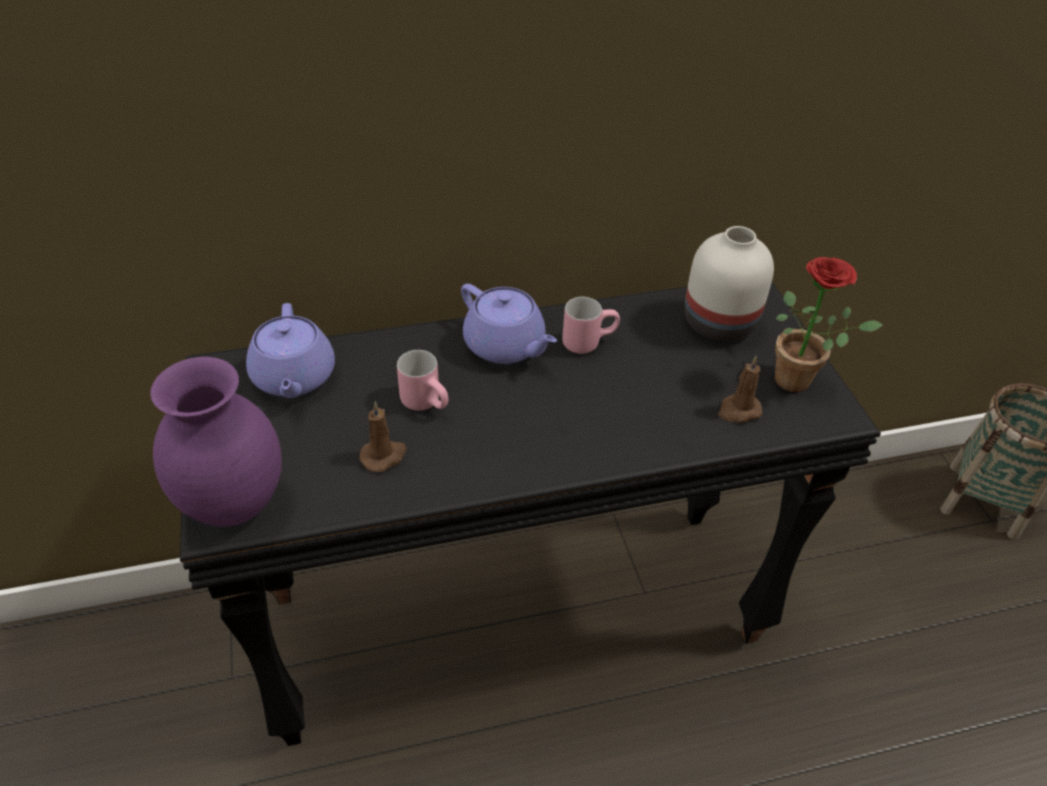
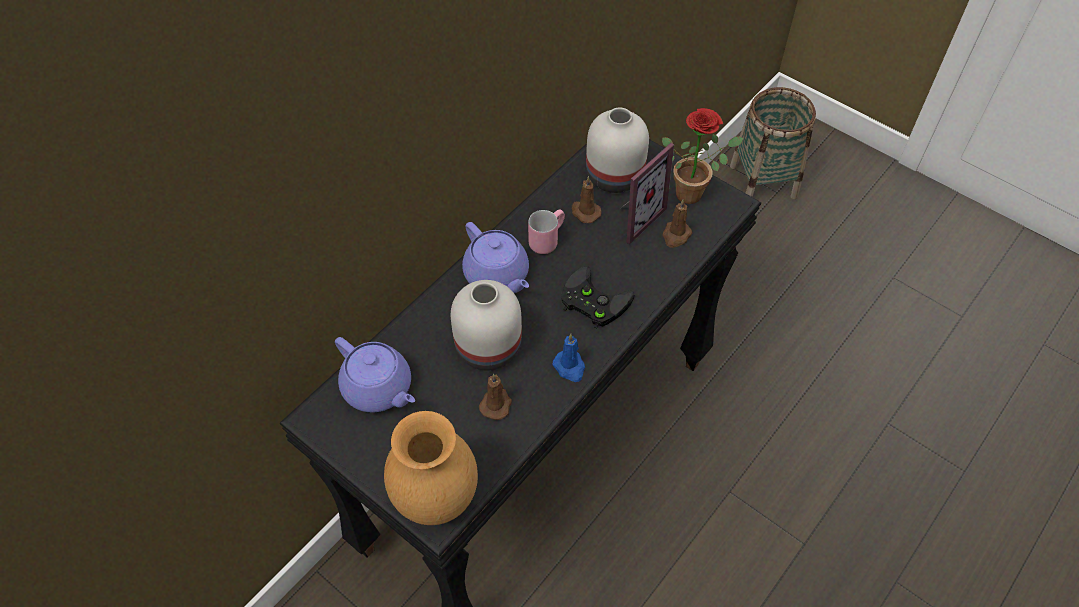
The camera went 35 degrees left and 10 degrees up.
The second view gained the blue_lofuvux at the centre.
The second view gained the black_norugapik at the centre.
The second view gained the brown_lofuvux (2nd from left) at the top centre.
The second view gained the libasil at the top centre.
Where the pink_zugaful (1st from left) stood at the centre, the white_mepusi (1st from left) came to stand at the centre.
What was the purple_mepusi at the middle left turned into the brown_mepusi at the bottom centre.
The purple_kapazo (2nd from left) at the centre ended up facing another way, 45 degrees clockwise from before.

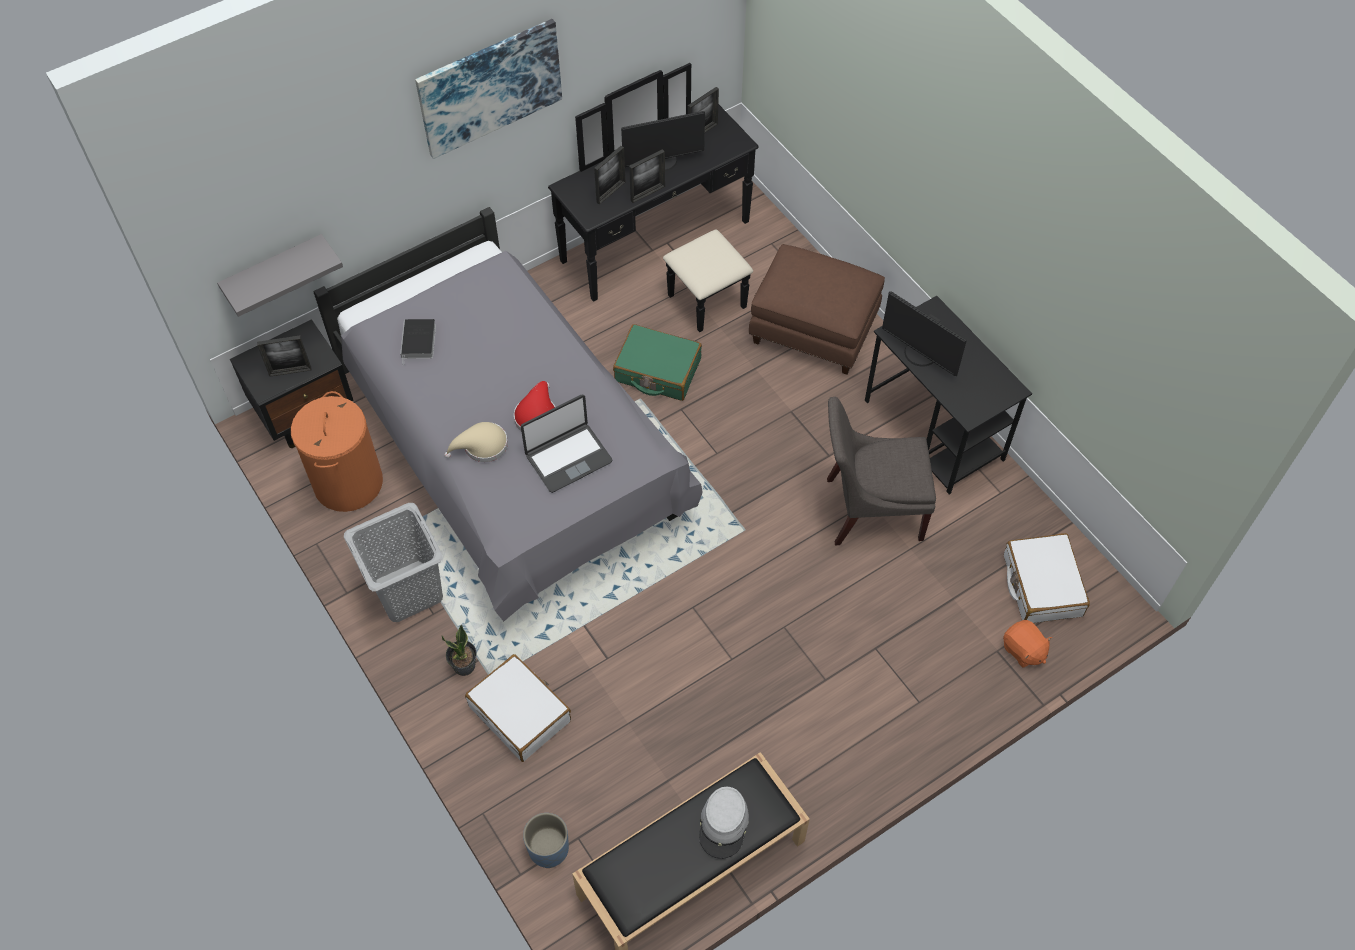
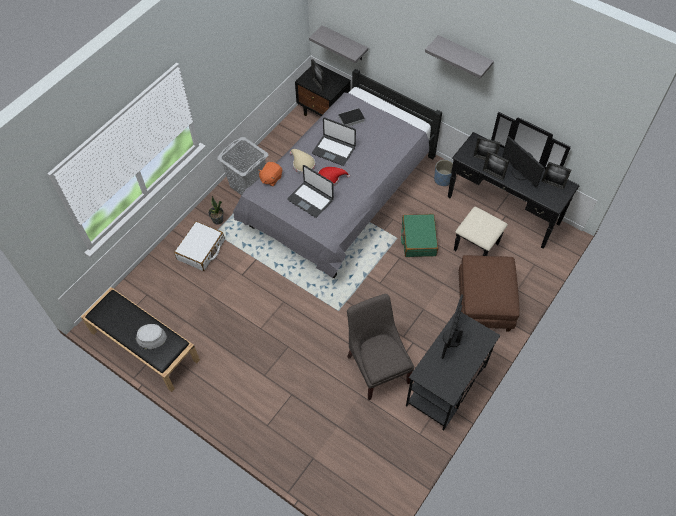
The camera went 70 degrees right and 0 degrees up.
The second view lost the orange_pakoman at the middle left.
The second view lost the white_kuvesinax (2nd from left) at the middle right.
The second view gained the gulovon (2nd from left) at the top centre.
The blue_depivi ended up elsewhere, having gone from the bottom centre to the centre.
The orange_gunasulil ended up elsewhere, having gone from the bottom right to the centre.
Where the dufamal hung at the top centre, the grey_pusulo (2nd from left) came to hang at the top right.

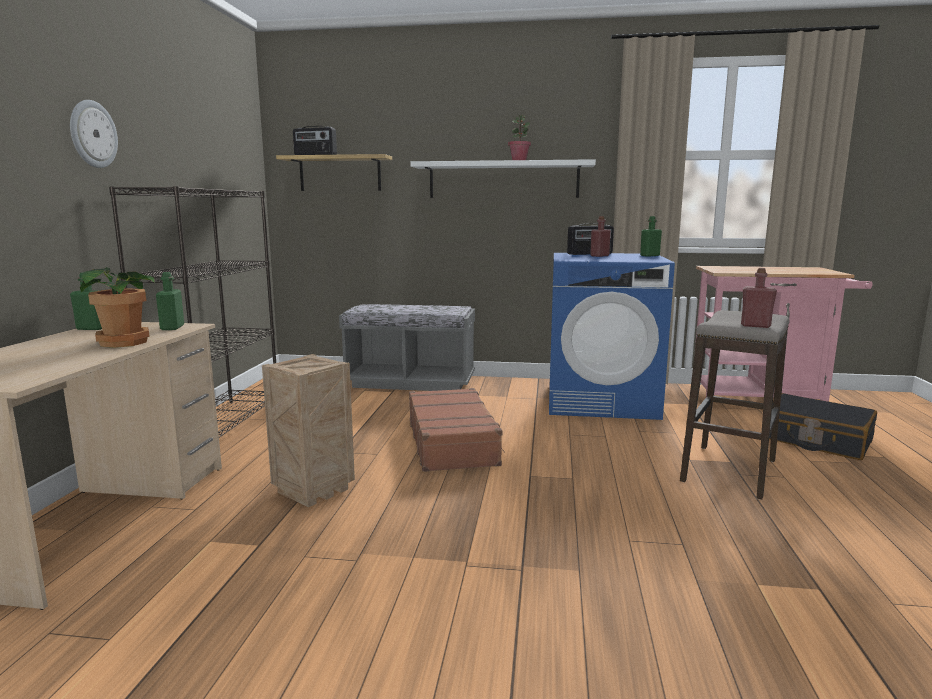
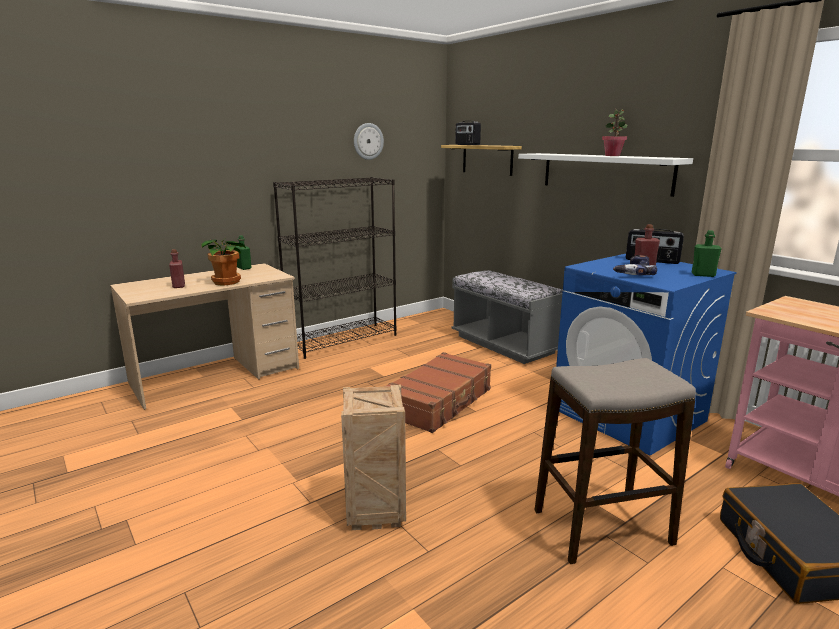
The camera went 45 degrees right and 5 degrees up.
The second view lost the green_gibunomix (2nd from left) at the middle left.
The second view gained the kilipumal at the middle right.
The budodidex ended up elsewhere, having gone from the top left to the top centre.
The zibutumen ended up elsewhere, having gone from the middle left to the bottom centre.
The red_gibunomix (2nd from left in the first image) ended up elsewhere, having gone from the middle right to the middle left.

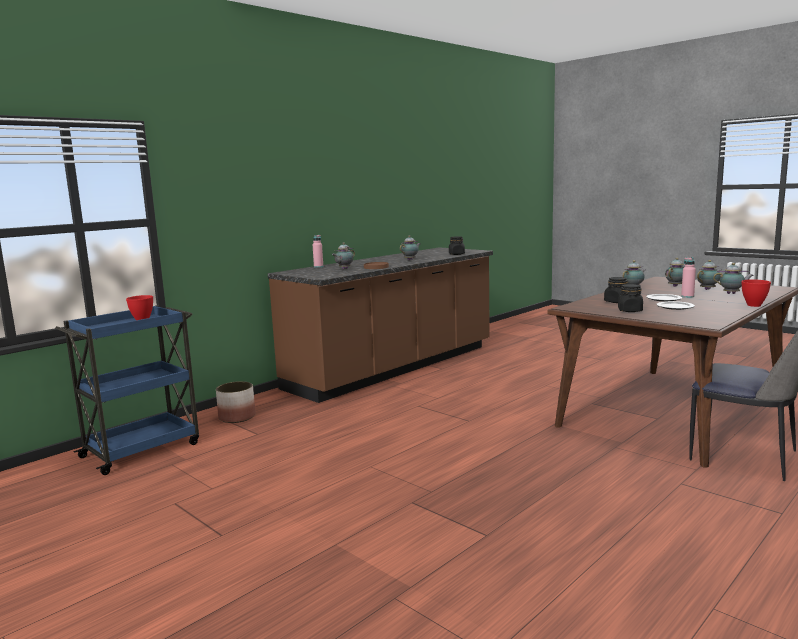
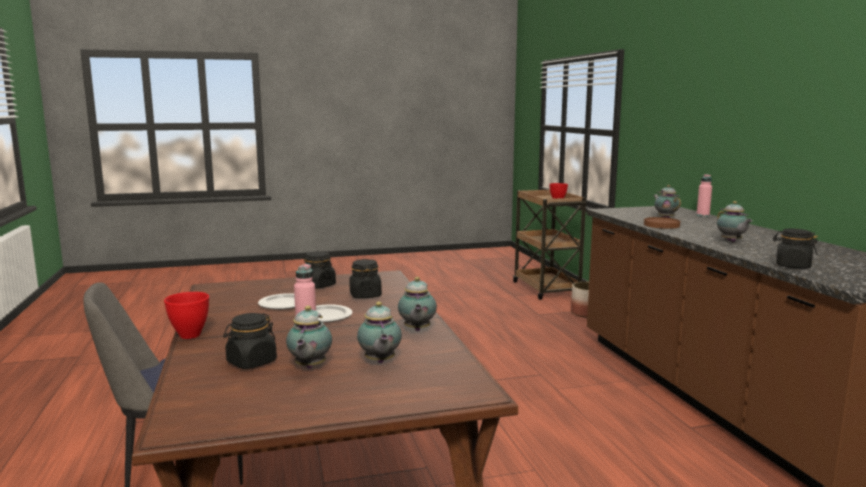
The camera went 120 degrees right and 0 degrees up.
Where the kapazo (6th from left) stood at the middle right, the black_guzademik (1st from left) came to stand at the bottom left.
What was the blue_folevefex at the middle left turned into the brown_folevefex at the centre.

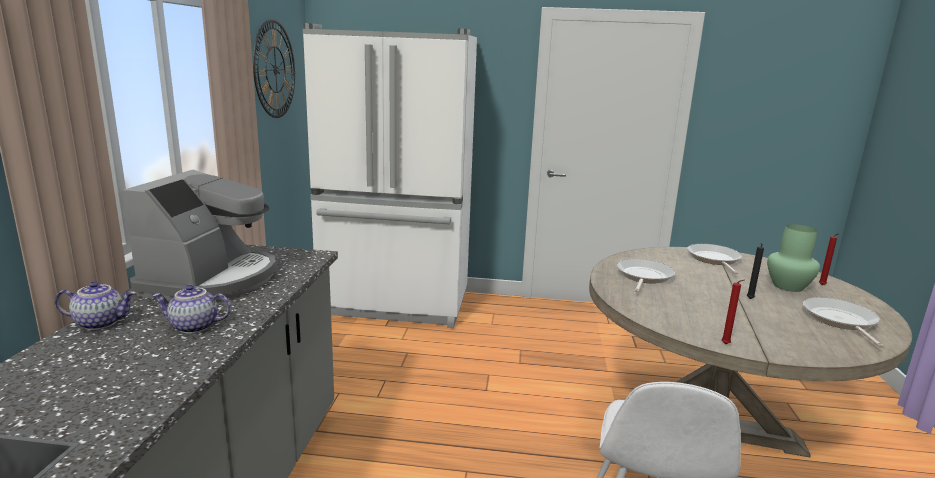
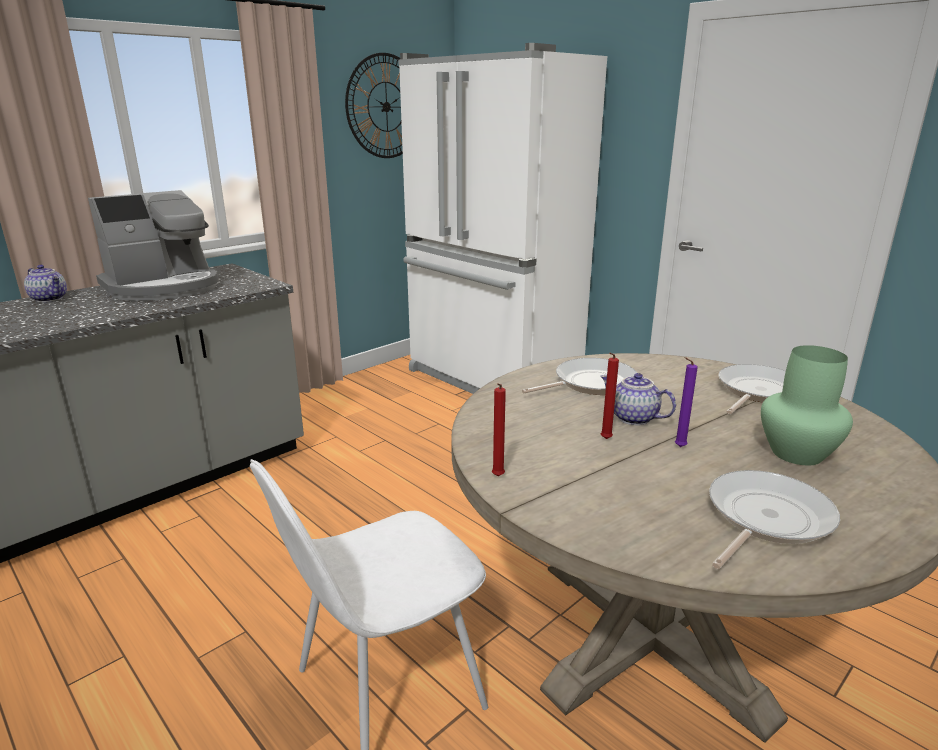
The camera went 40 degrees right and 5 degrees up.
The kapazo (2nd from left) ended up elsewhere, having gone from the middle left to the middle right.
The red_lofuvux (2nd from left) ended up elsewhere, having gone from the middle right to the centre.
What was the black_lofuvux at the middle right turned into the purple_lofuvux at the middle right.

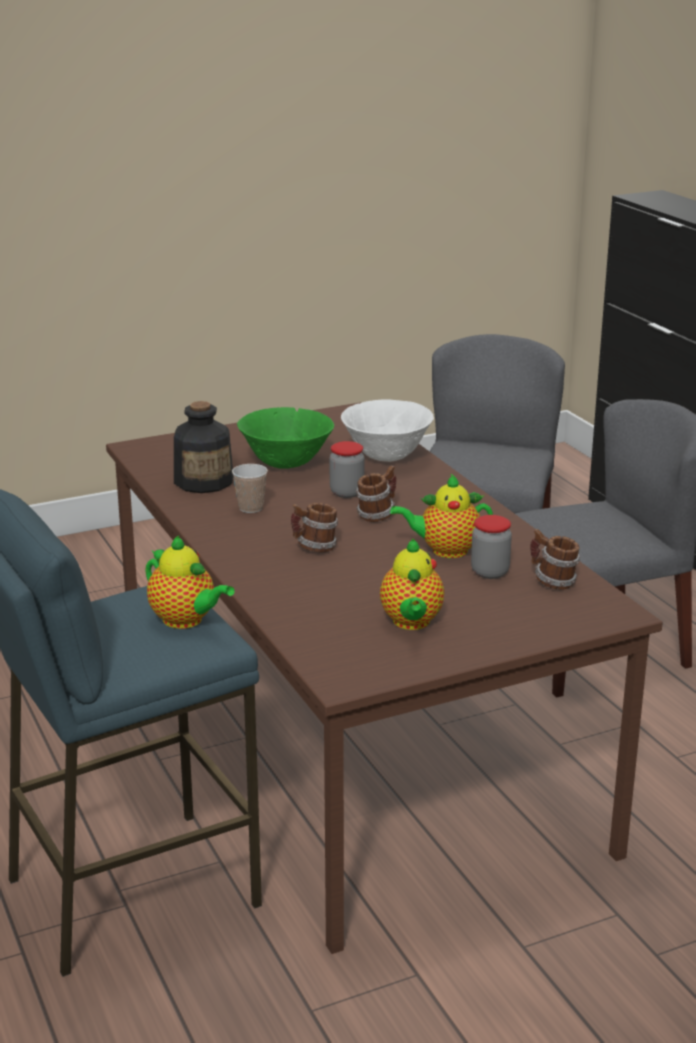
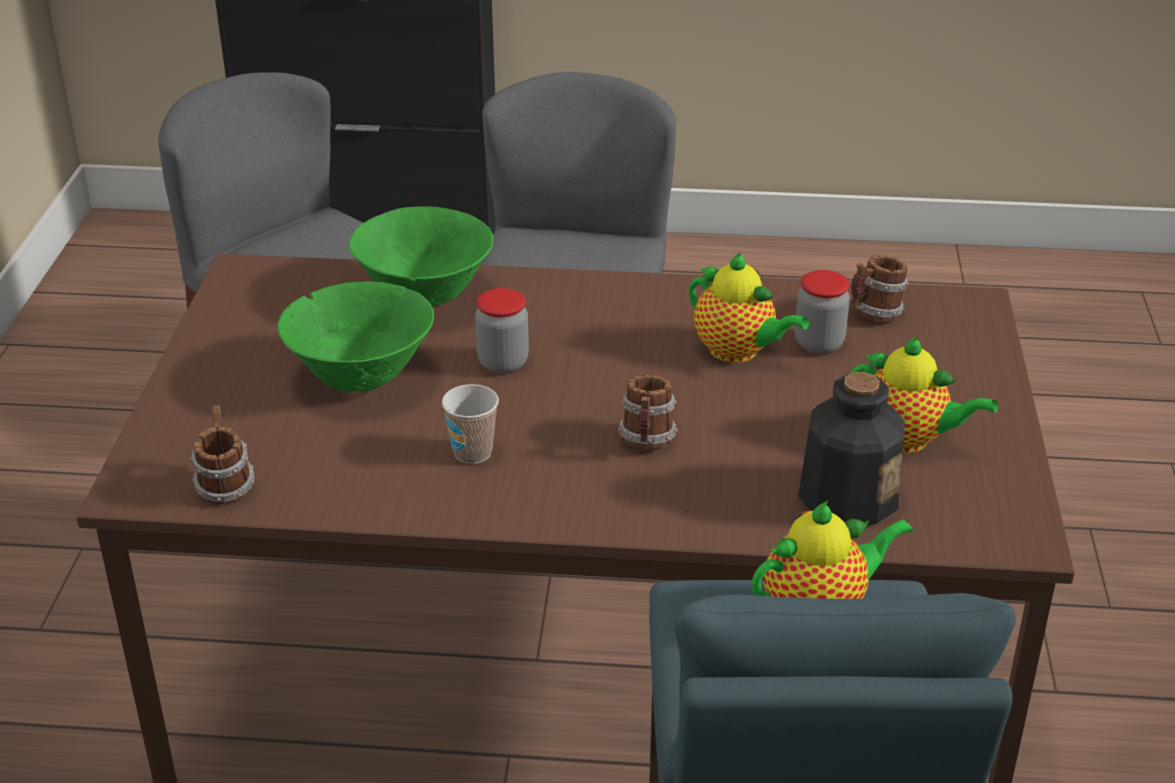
The camera went 60 degrees left and 10 degrees up.
The gibunomix ended up elsewhere, having gone from the middle left to the middle right.
The zugaful (2nd from left in the first image) ended up elsewhere, having gone from the centre to the middle left.
What was the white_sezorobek at the centre turned into the green_sezorobek (2nd from left) at the top centre.
The kapazo (3rd from left in the first image) at the centre ended up facing another way, 75 degrees counterclockwise from before.

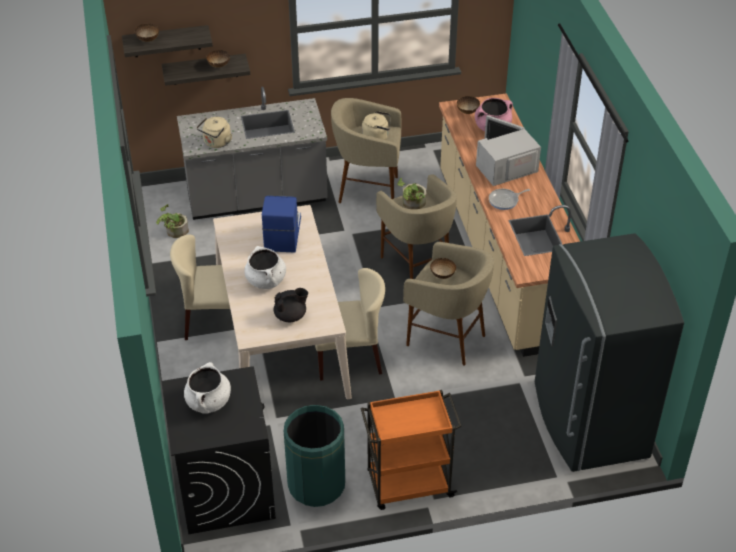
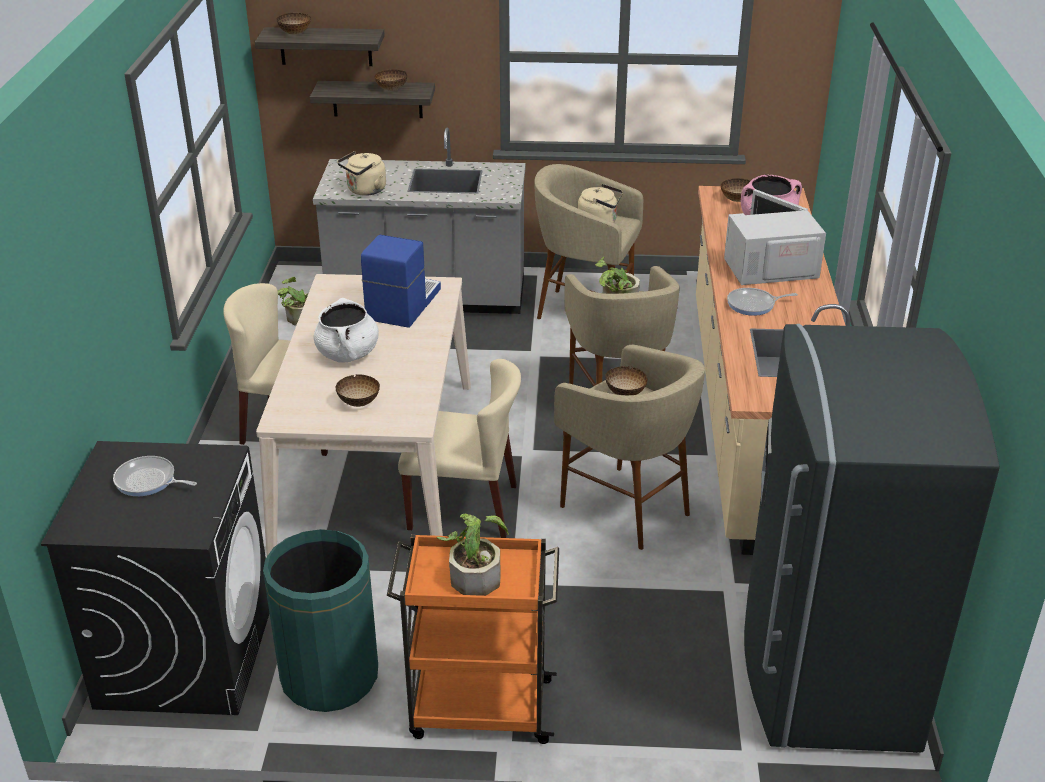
The camera went 15 degrees right and 10 degrees down.
The second view gained the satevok (2nd from left) at the bottom centre.
Where the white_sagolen (1st from left) stood at the bottom left, the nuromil (1st from left) came to stand at the middle left.
Where the black_kapazo stood at the centre, the sezorobek (2nd from left) came to stand at the centre.

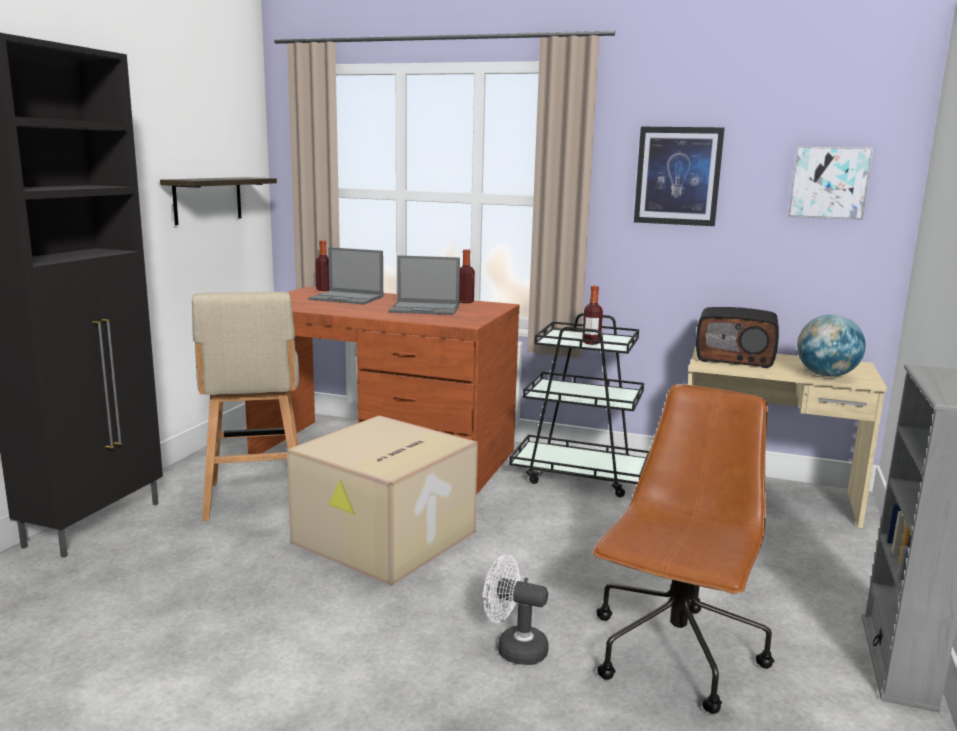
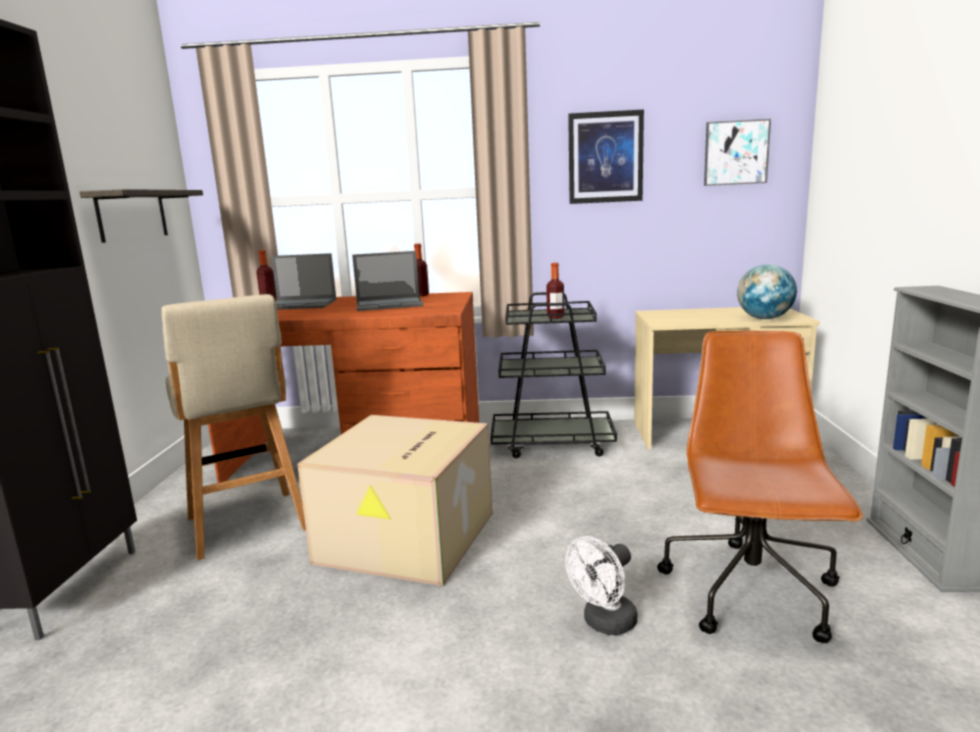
The camera went 15 degrees left and 0 degrees up.
The second view lost the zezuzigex at the middle right.
The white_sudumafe at the bottom centre ended up facing another way, 45 degrees counterclockwise from before.

